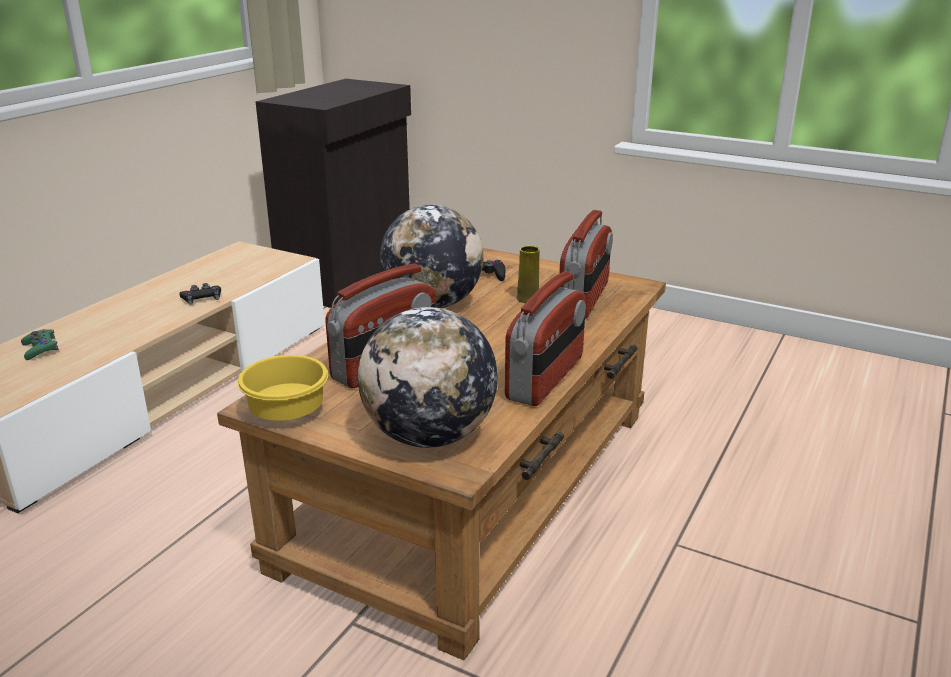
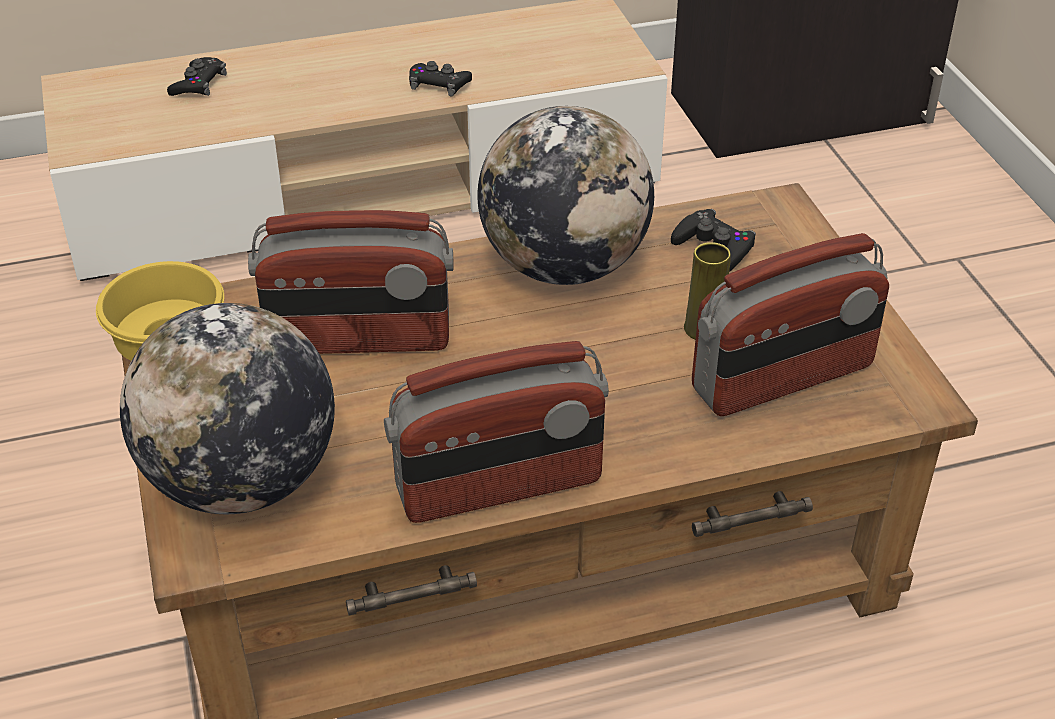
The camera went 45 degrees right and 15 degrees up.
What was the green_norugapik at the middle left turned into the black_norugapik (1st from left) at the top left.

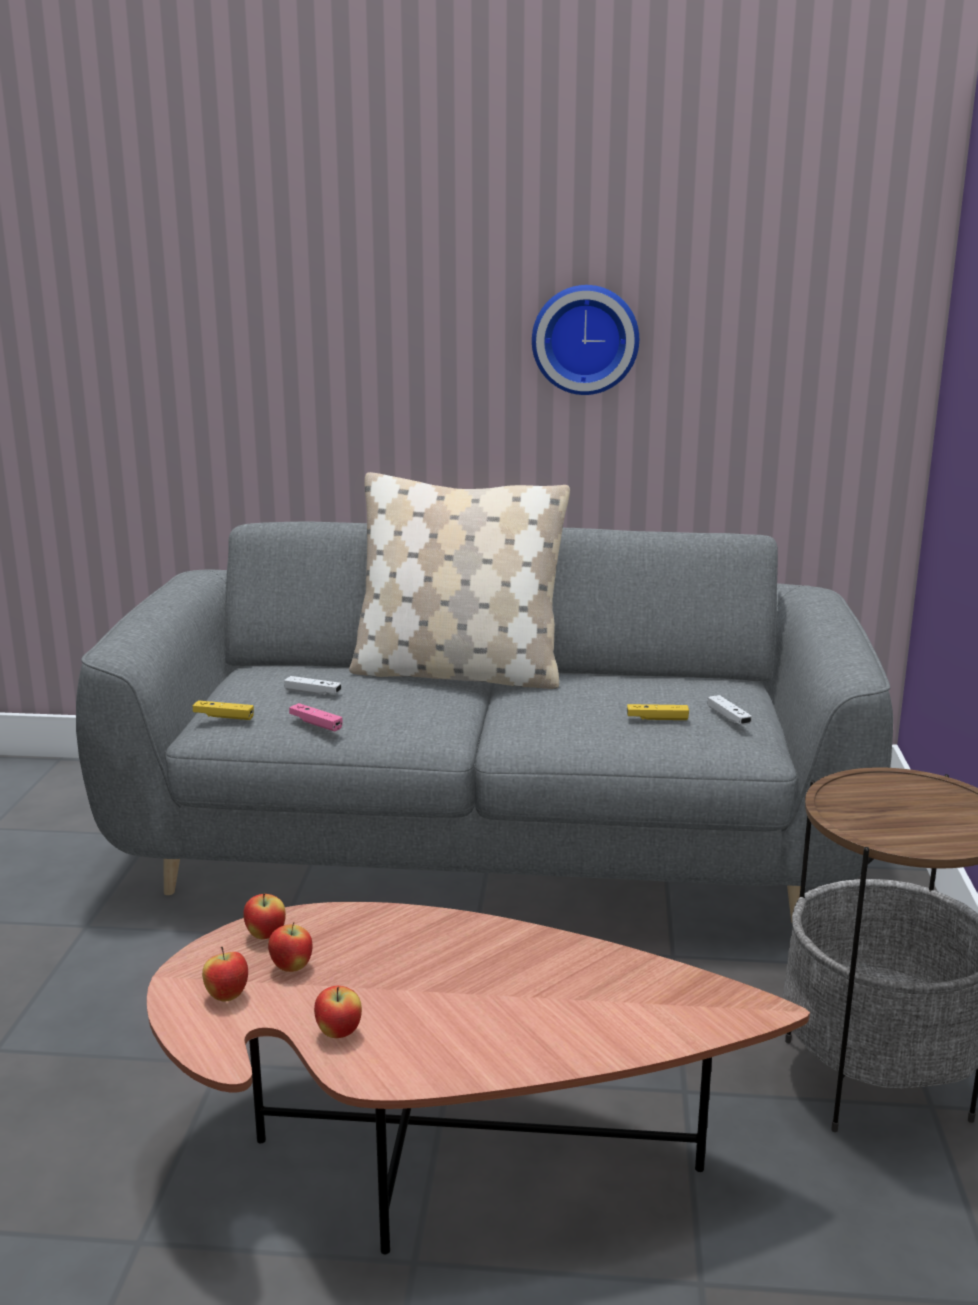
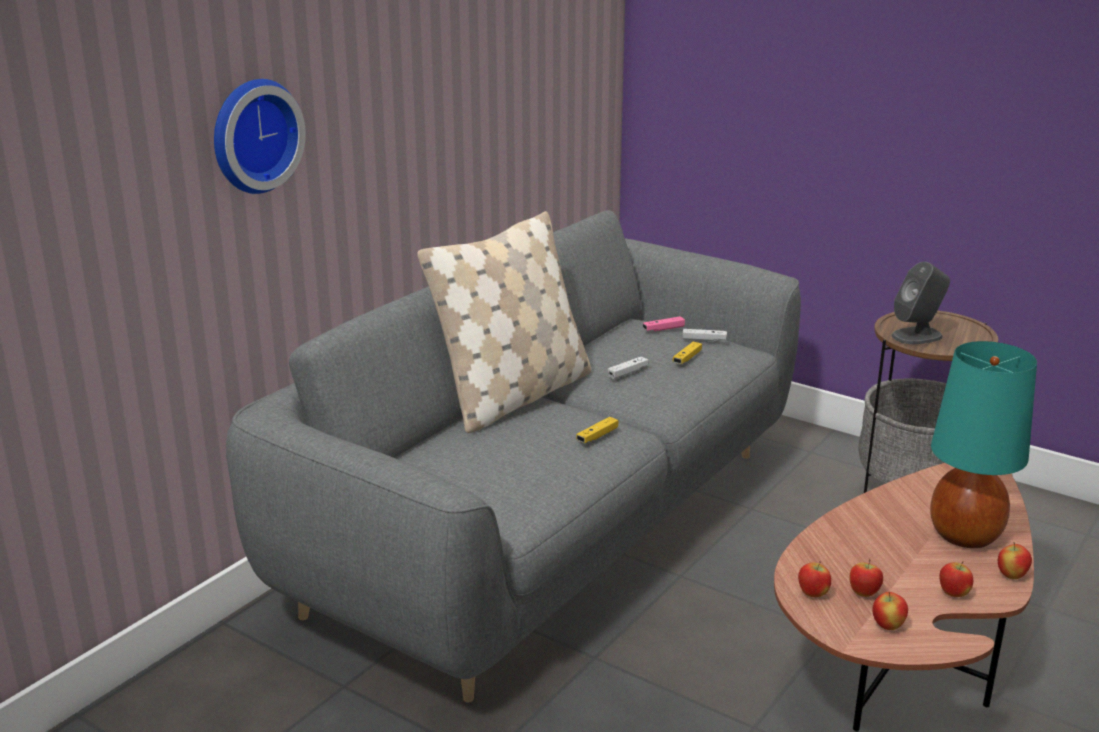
The camera went 60 degrees left and 5 degrees up.
The second view gained the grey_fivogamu at the middle right.
The second view gained the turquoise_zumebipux at the middle right.
The second view gained the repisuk (5th from left) at the bottom right.
The yellow_norugapik (1st from left) ended up elsewhere, having gone from the middle left to the centre.
The white_norugapik (1st from left) ended up elsewhere, having gone from the middle left to the centre.
The pink_norugapik ended up elsewhere, having gone from the middle left to the centre.
The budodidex ended up elsewhere, having gone from the top centre to the top left.

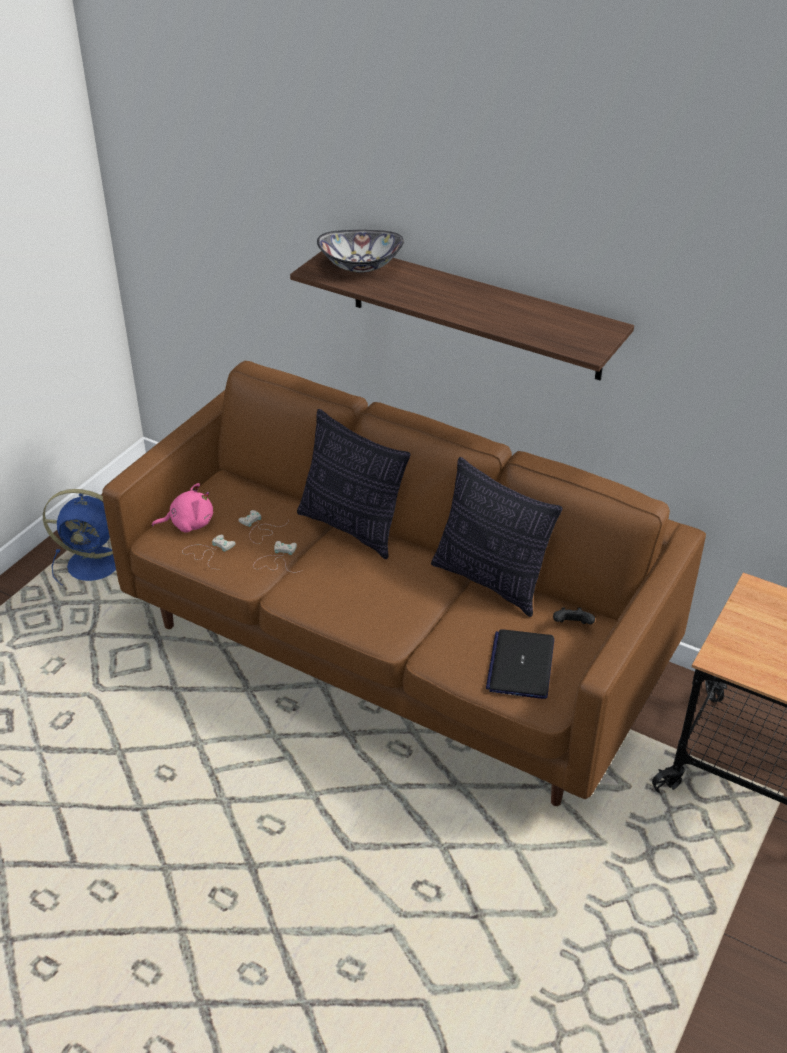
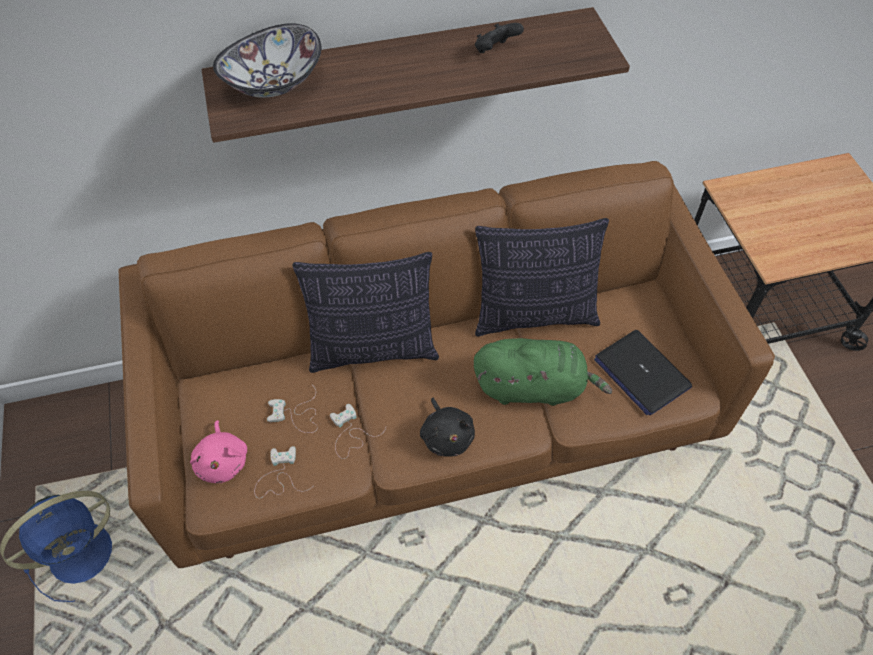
The camera went 45 degrees left and 15 degrees up.
The second view gained the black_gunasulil at the centre.
The second view gained the green_gunasulil at the centre.
The black_norugapik ended up elsewhere, having gone from the middle right to the top centre.
The pink_gunasulil at the middle left ended up facing another way, 135 degrees clockwise from before.

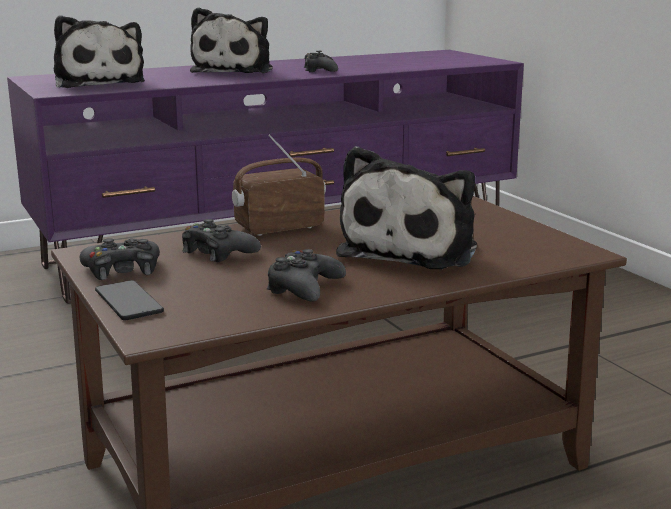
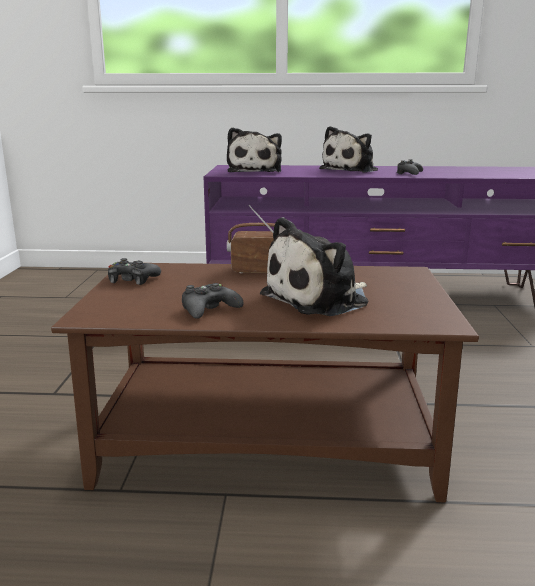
The camera went 30 degrees right and 0 degrees up.
The second view lost the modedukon at the middle left.
The second view lost the black_norugapik (2nd from left) at the middle left.

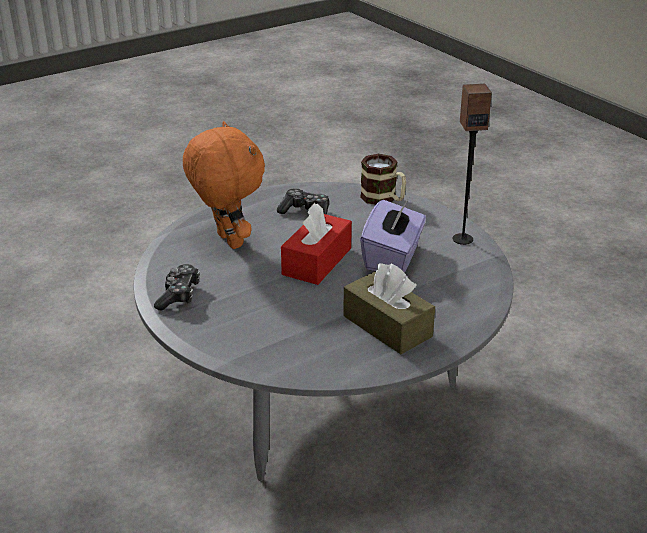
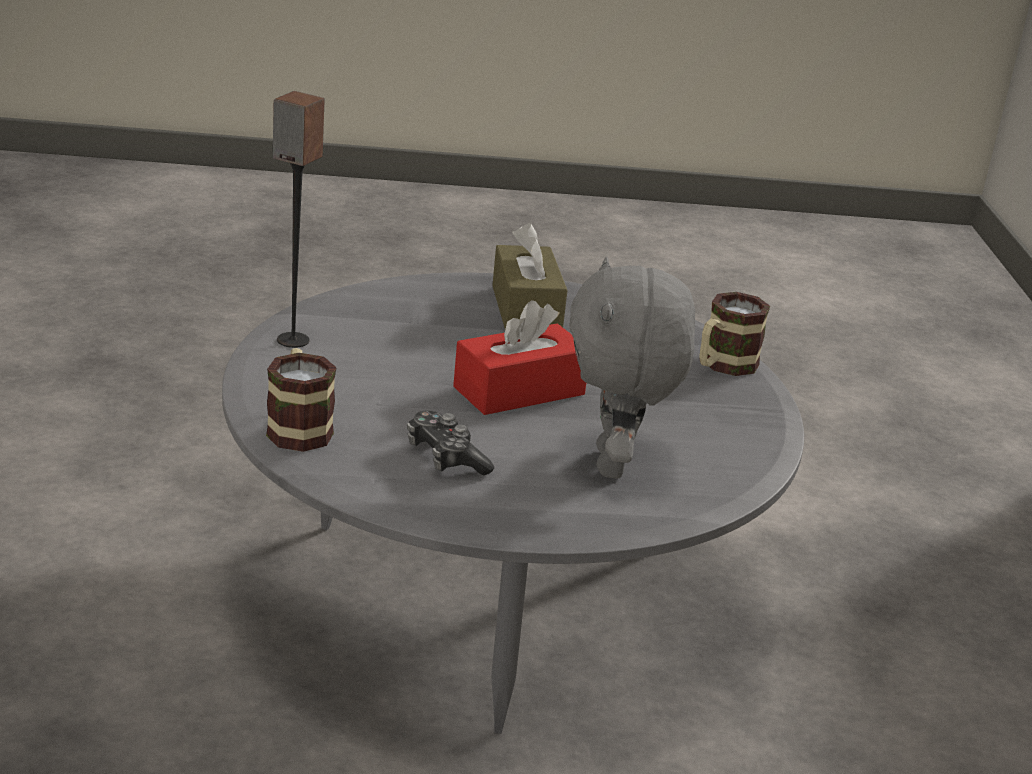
The camera went 150 degrees left and 5 degrees down.
The second view lost the norugapik (1st from left) at the middle left.
The second view lost the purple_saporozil at the centre.
The second view gained the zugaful (2nd from left) at the middle right.
What was the orange_gunasulil at the centre turned into the grey_gunasulil at the centre.

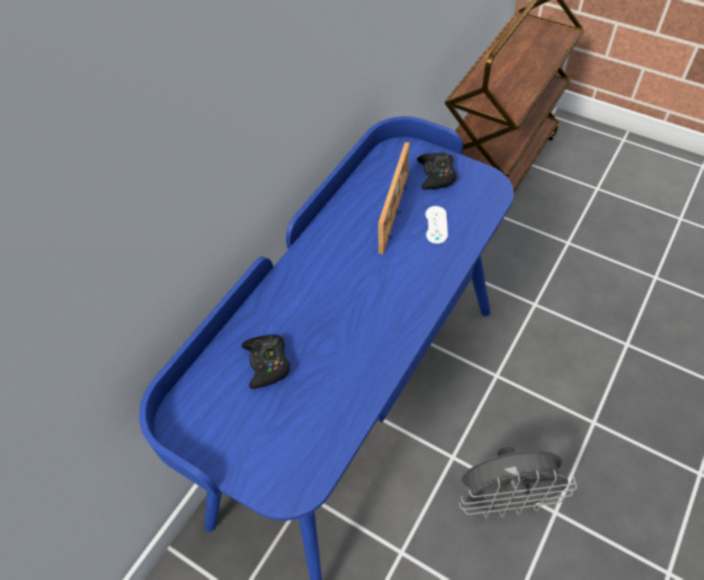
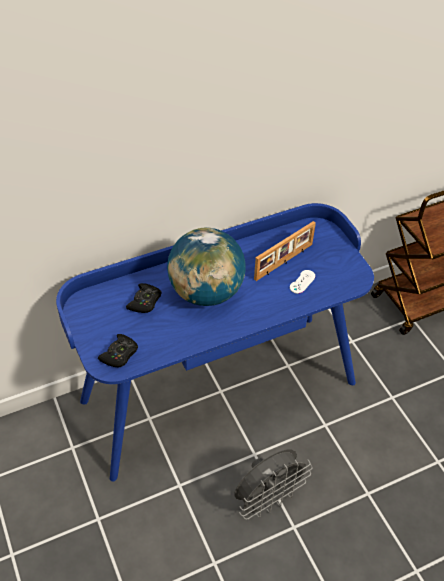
The camera went 30 degrees right and 5 degrees down.
The second view gained the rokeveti at the centre.
The black_norugapik (2nd from left in the first image) ended up elsewhere, having gone from the top centre to the middle left.
The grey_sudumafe at the bottom right ended up facing another way, 60 degrees counterclockwise from before.

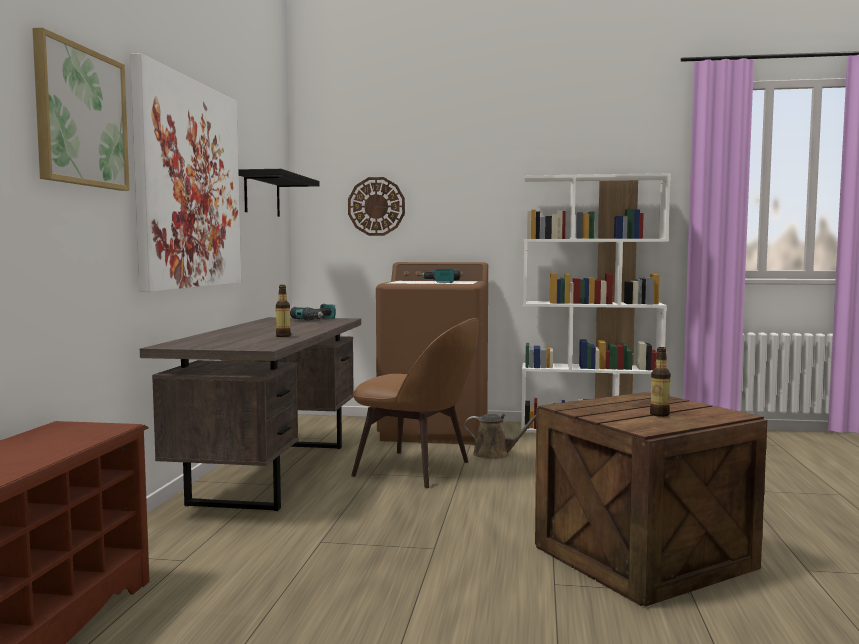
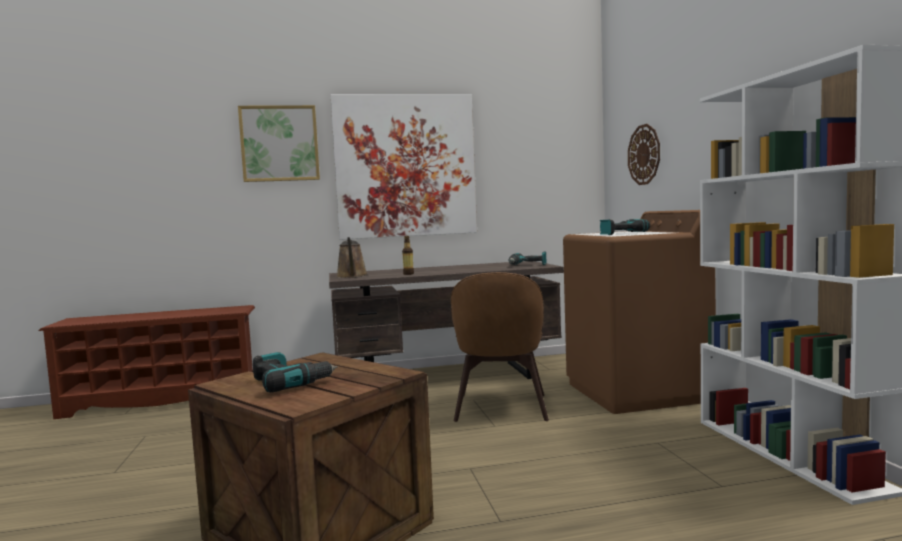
The camera went 70 degrees right and 0 degrees up.
The second view lost the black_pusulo at the top left.
The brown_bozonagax ended up elsewhere, having gone from the bottom centre to the centre.
Where the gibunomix (2nd from left) stood at the middle right, the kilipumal (1st from left) came to stand at the bottom left.

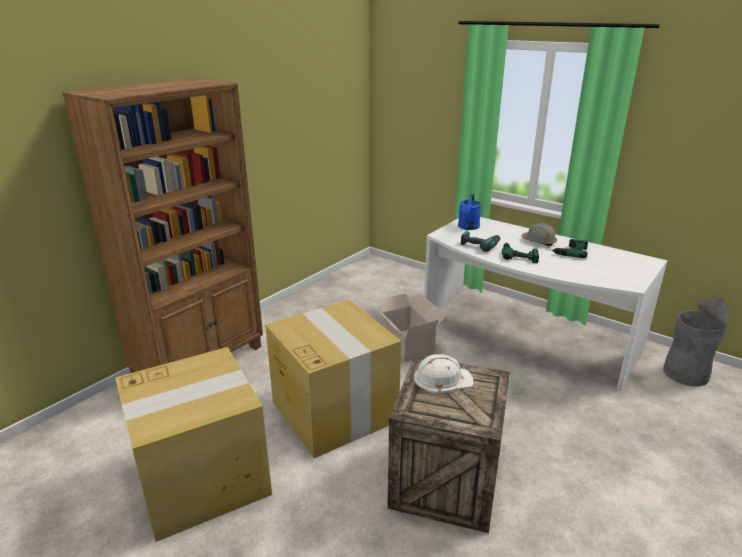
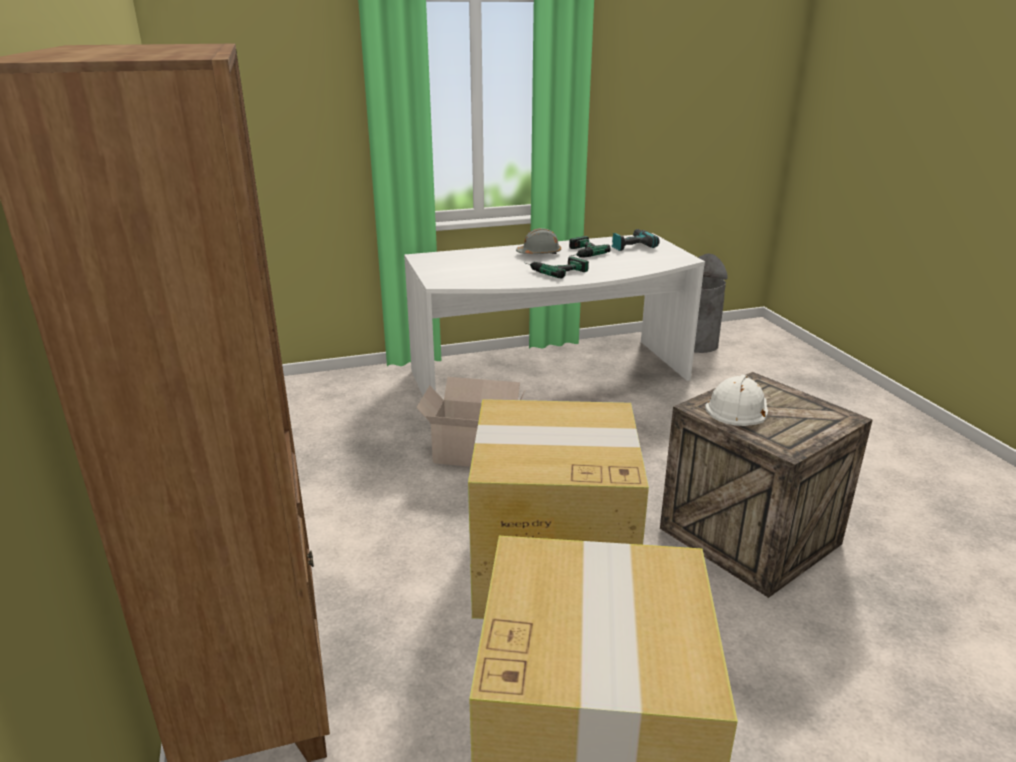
The camera went 55 degrees left and 0 degrees up.
The second view lost the blue_bozonagax at the centre.
The kilipumal (1st from left in the first image) ended up elsewhere, having gone from the centre to the top centre.

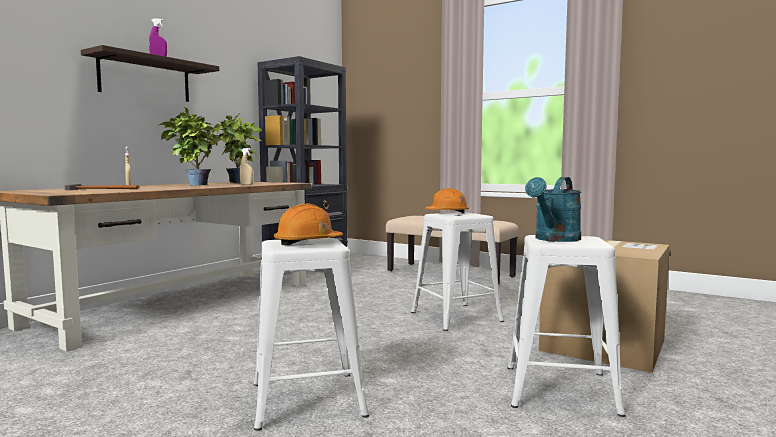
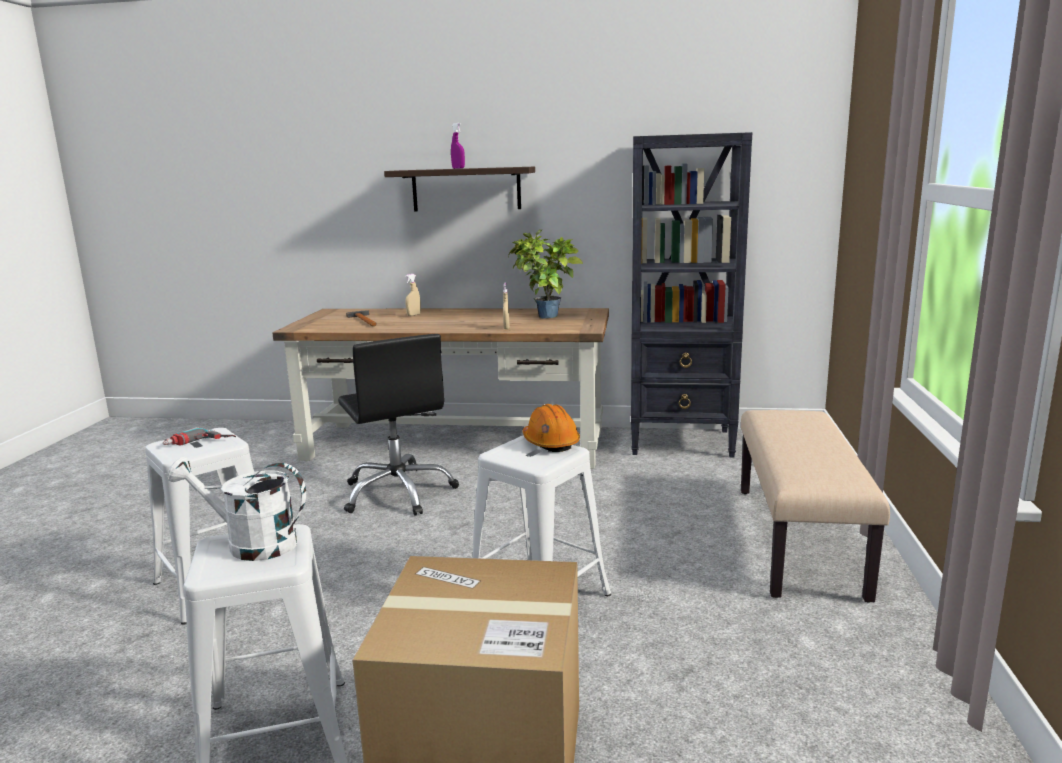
The camera went 65 degrees right and 10 degrees up.
The second view lost the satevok (1st from left) at the middle left.
The second view gained the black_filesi at the centre.
Where the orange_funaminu (1st from left) stood at the centre, the kilipumal came to stand at the middle left.
What was the turquoise_bozonagax at the middle right turned into the white_bozonagax at the bottom left.

